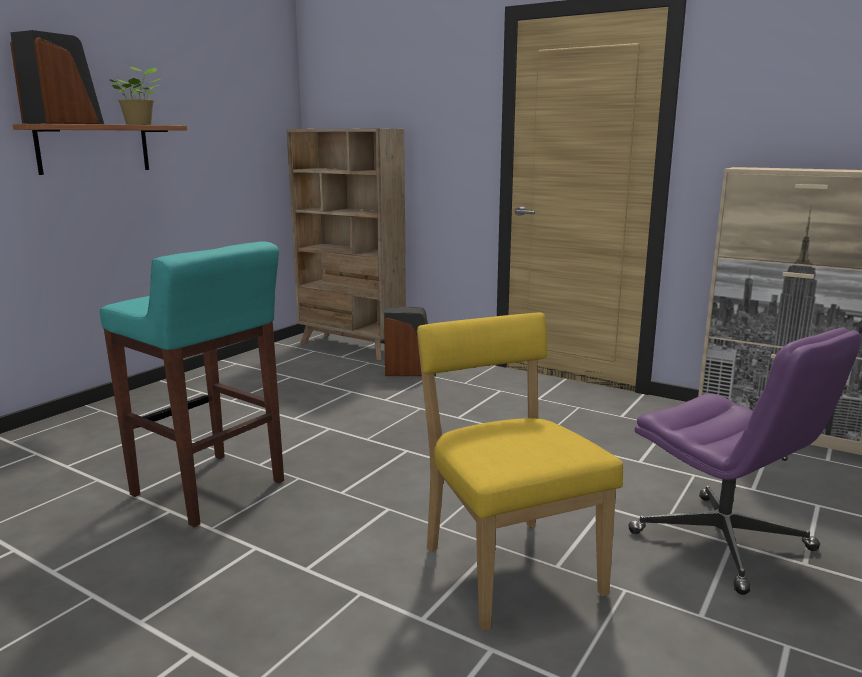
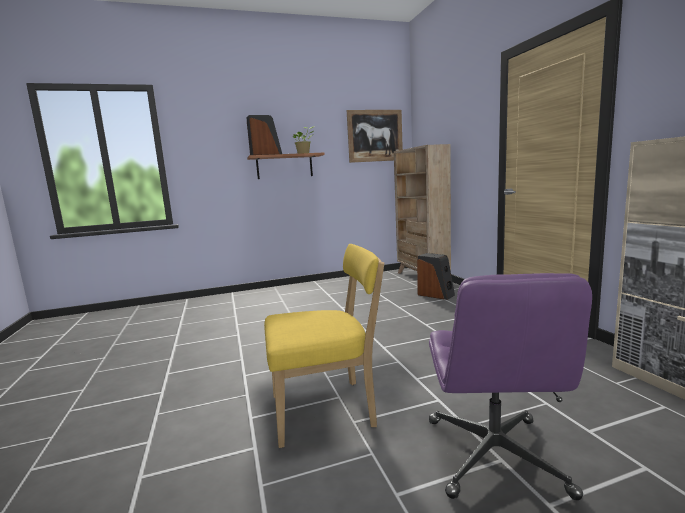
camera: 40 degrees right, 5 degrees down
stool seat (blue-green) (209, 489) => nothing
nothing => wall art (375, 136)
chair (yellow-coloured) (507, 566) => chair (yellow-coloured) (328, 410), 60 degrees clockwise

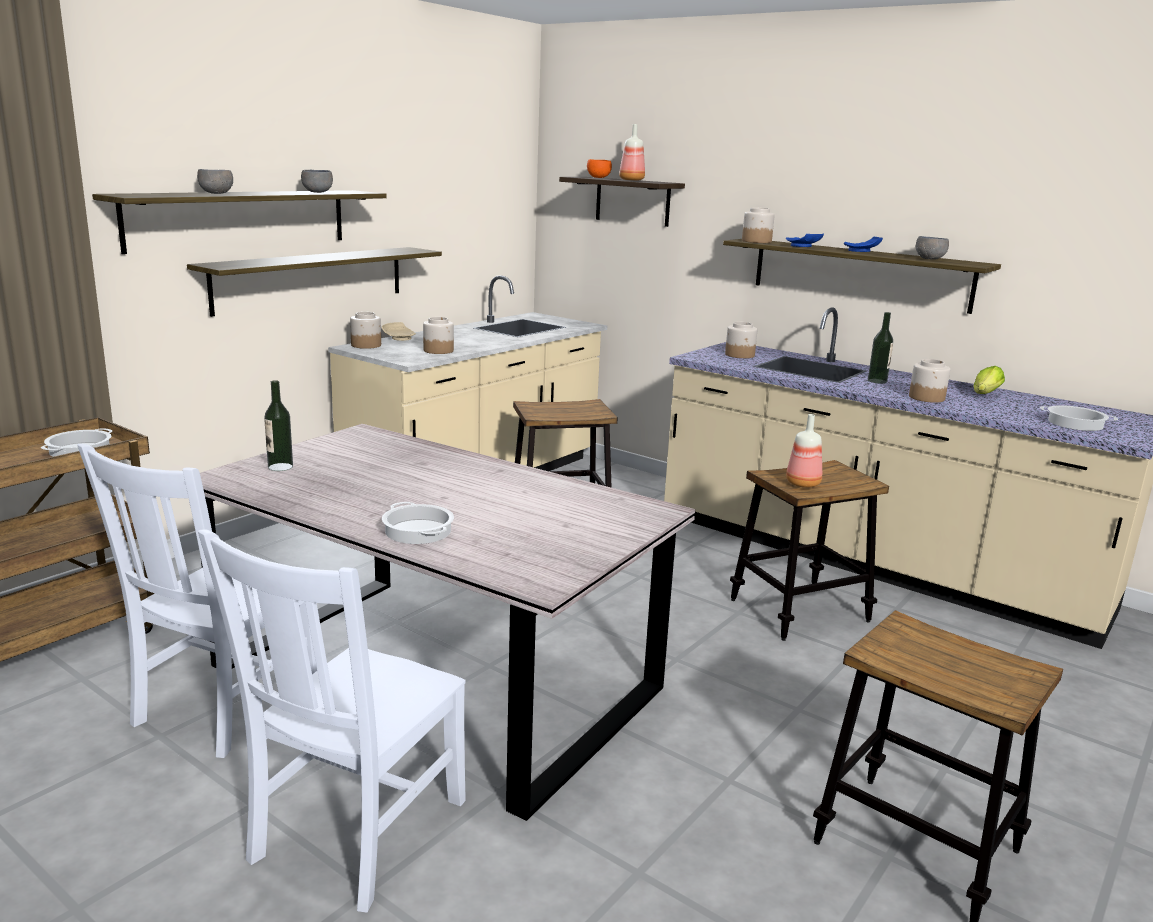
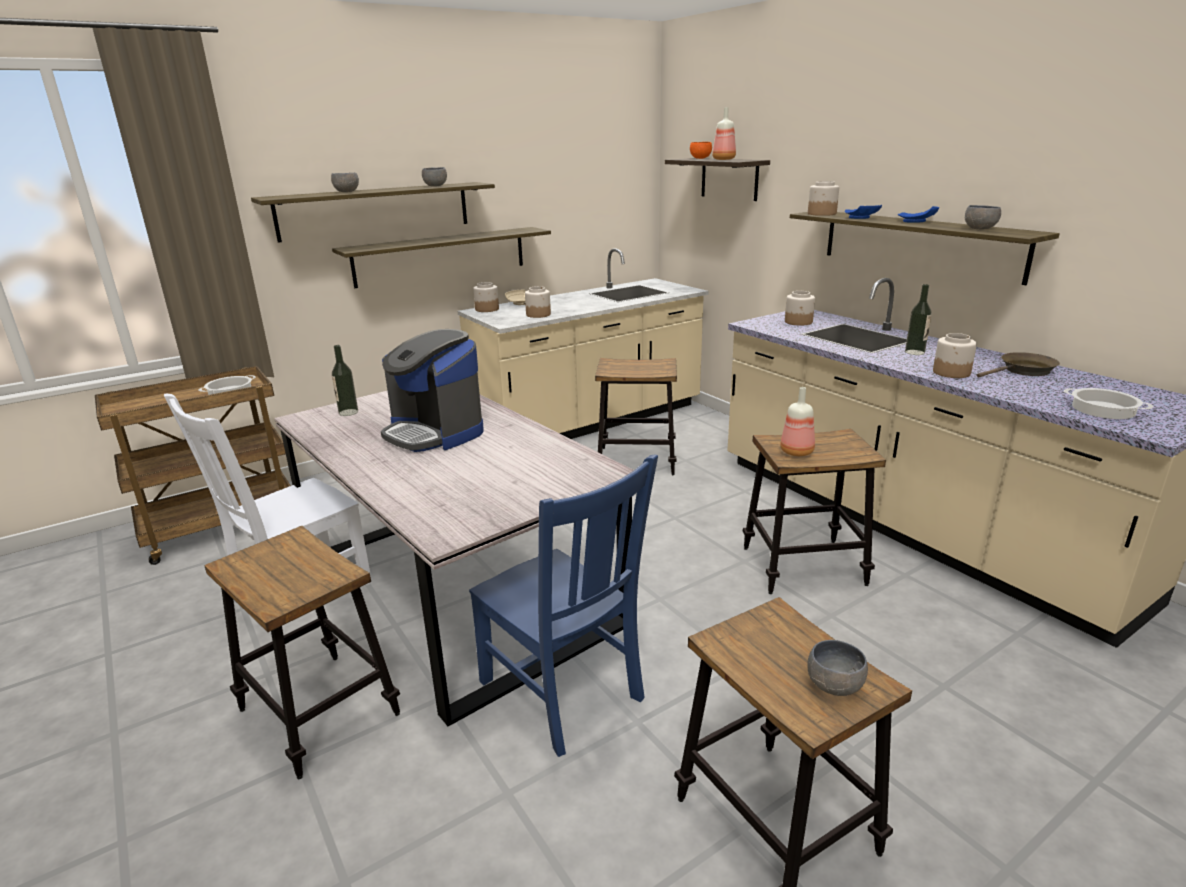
camera: 20 degrees right, 5 degrees up
stockpot (419, 531) => nothing
nothing => coffee machine (434, 433)
nothing => chair (blue) (564, 693)
nothing => serving bowl (greyish) (835, 685)
chair (whitish) (355, 834) => stool seat (319, 712)
lettuce (984, 395) => skillet (brown-coloured) (1023, 371)

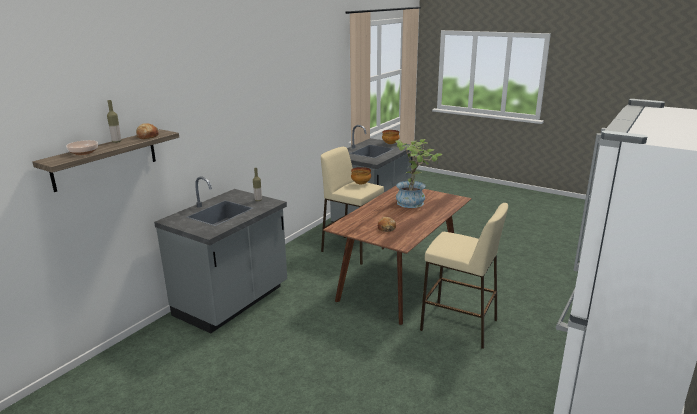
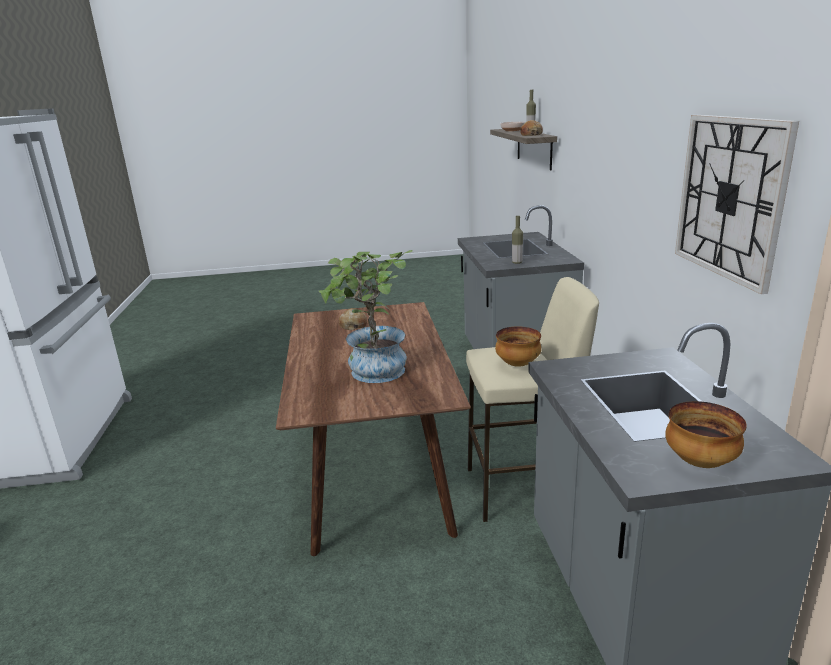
camera: 140 degrees right, 0 degrees up
stool seat (beige-coloured) (459, 325) => nothing
nothing => hanging clock (730, 198)

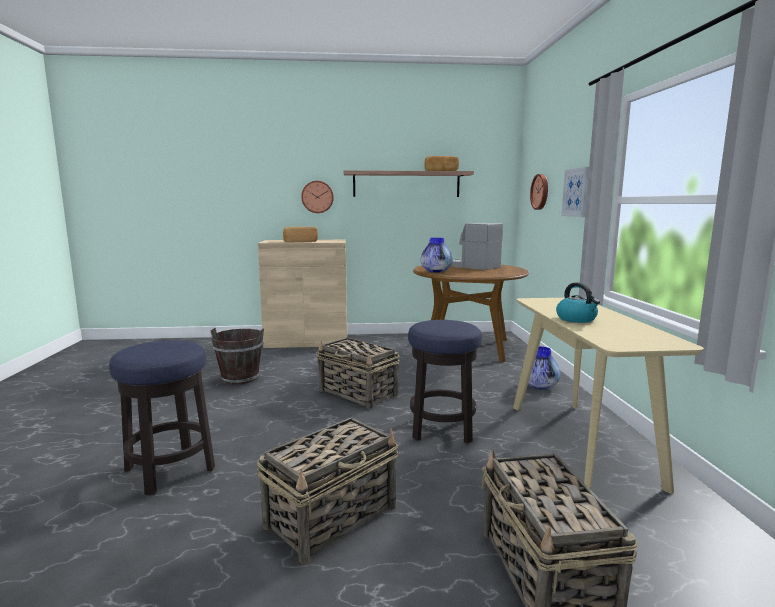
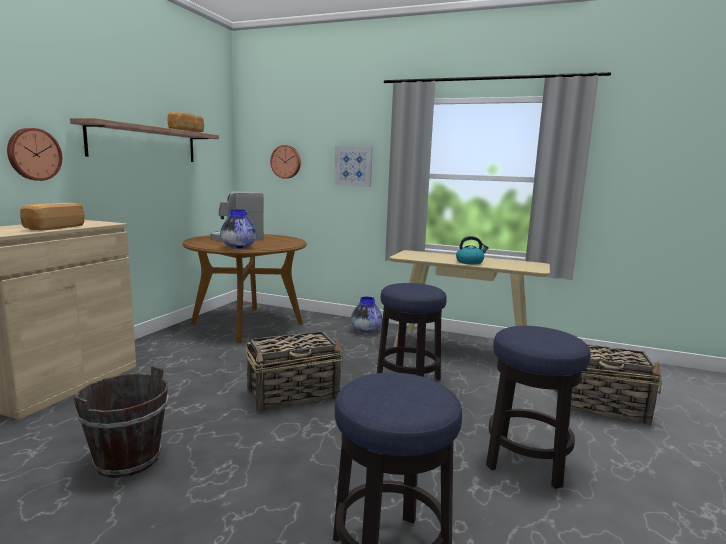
camera: 65 degrees left, 0 degrees up
basket (332, 516) => stool seat (526, 460)

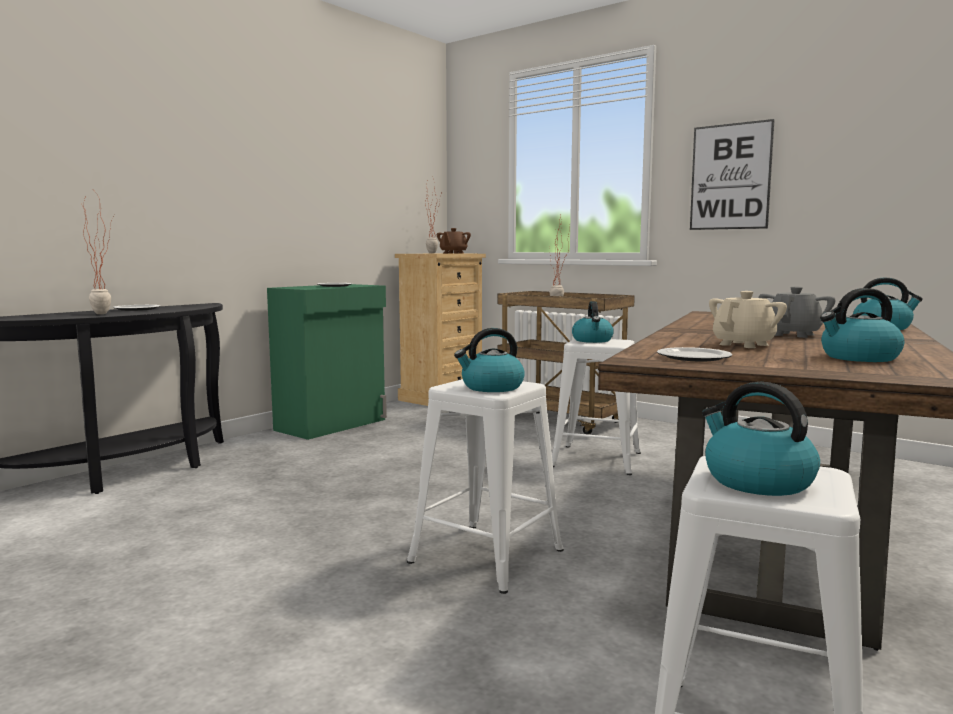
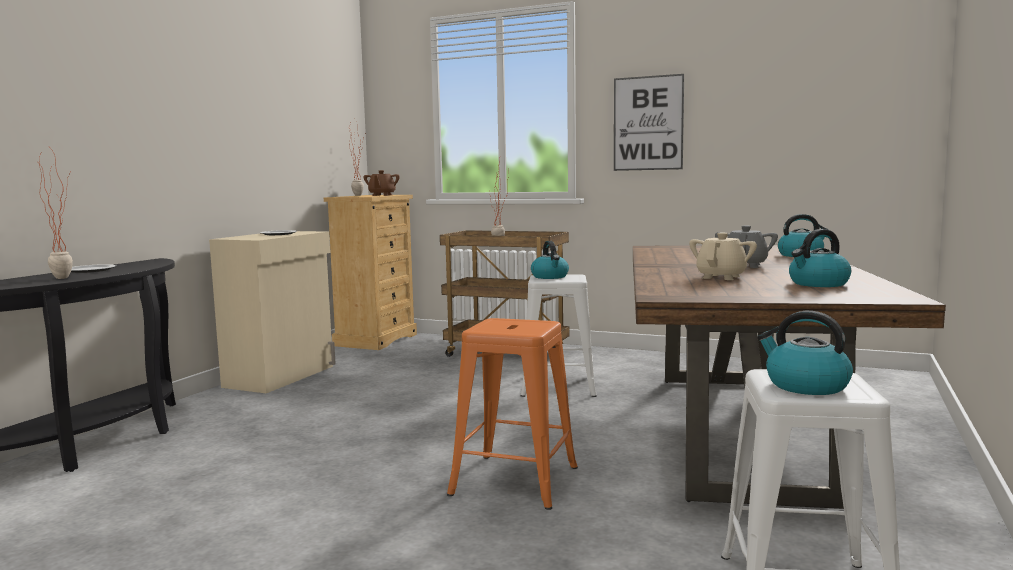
camera: 15 degrees left, 0 degrees up
water kettle (491, 387) => nothing
flat dish (695, 357) => nothing
storage cabinet (greenish) (332, 425) => storage cabinet (beige-coloured) (281, 376)
stool seat (whitish) (487, 555) => stool seat (orange-coloured) (515, 480)

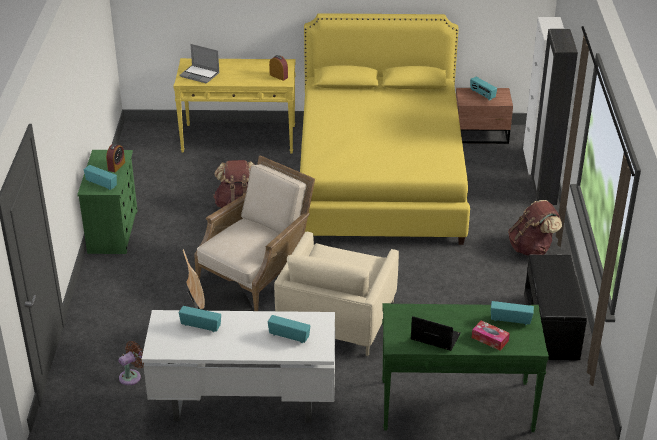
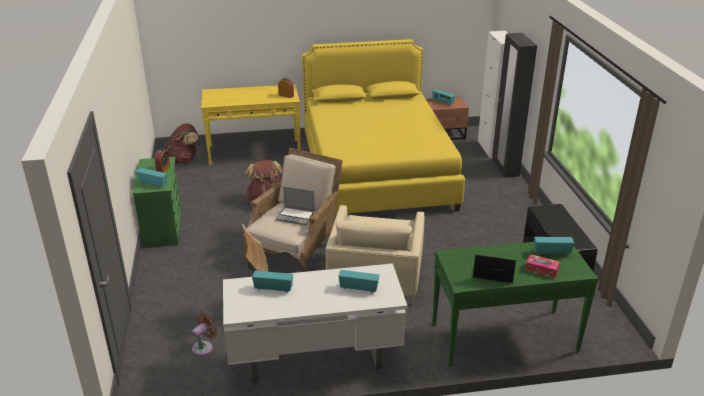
camera: 10 degrees left, 5 degrees down
portable computer (200, 75) => portable computer (296, 216), move
rucksack (brown-coloured) (531, 248) => rucksack (brown-coloured) (184, 160), move

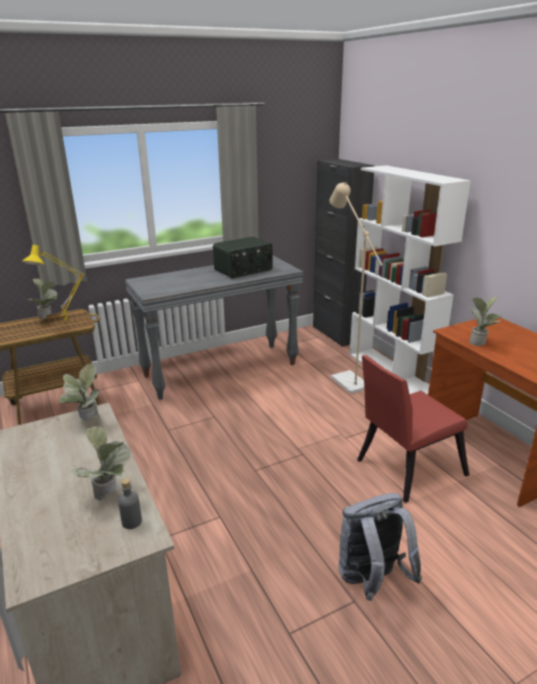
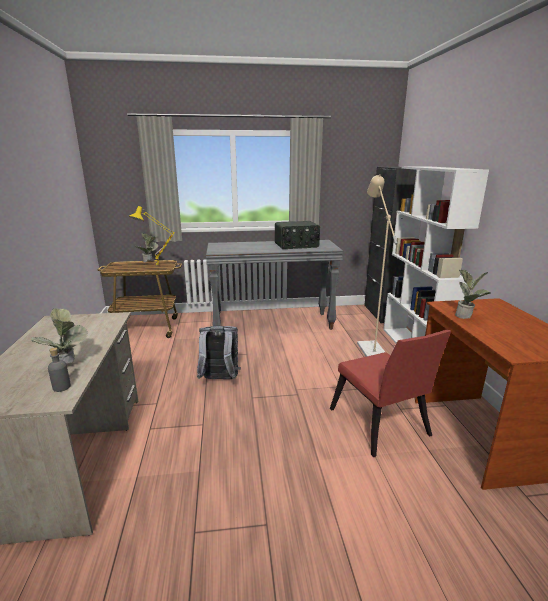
camera: 20 degrees right, 5 degrees down
plant in a pot (86, 421) => nothing
rucksack (greyish) (371, 580) => rucksack (greyish) (219, 380), move
chair (red-coloured) (405, 469) => chair (red-coloured) (381, 426), 105 degrees counterclockwise

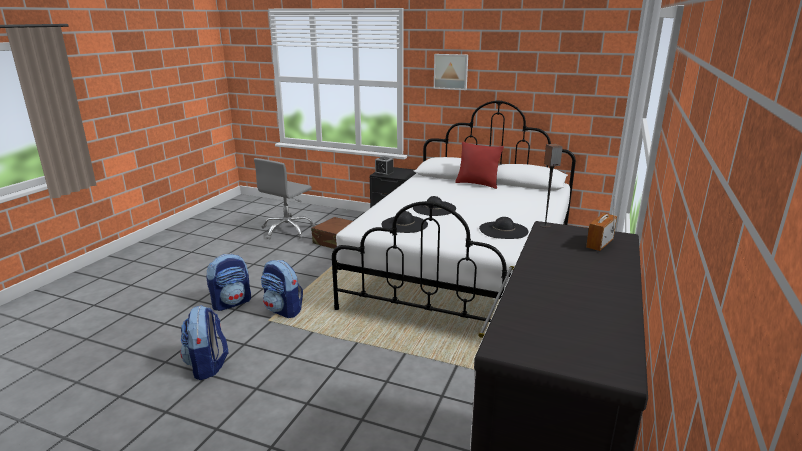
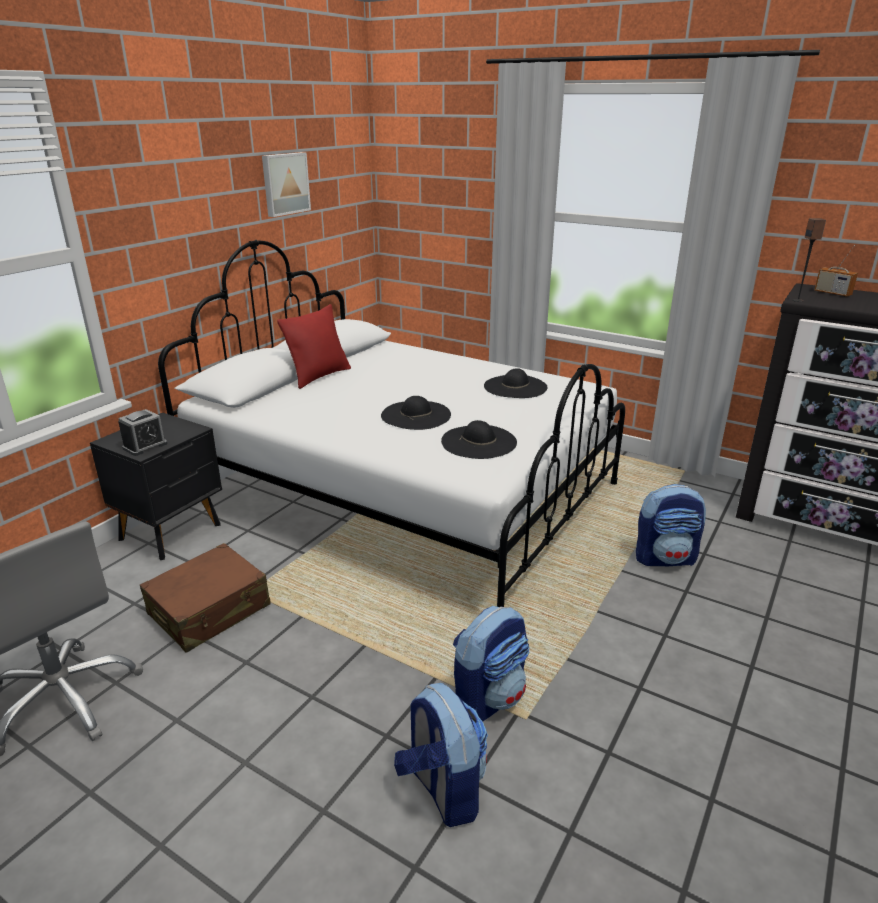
camera: 80 degrees left, 5 degrees up
rucksack (208, 366) => rucksack (665, 558), move
wall art (451, 71) => wall art (284, 184), move

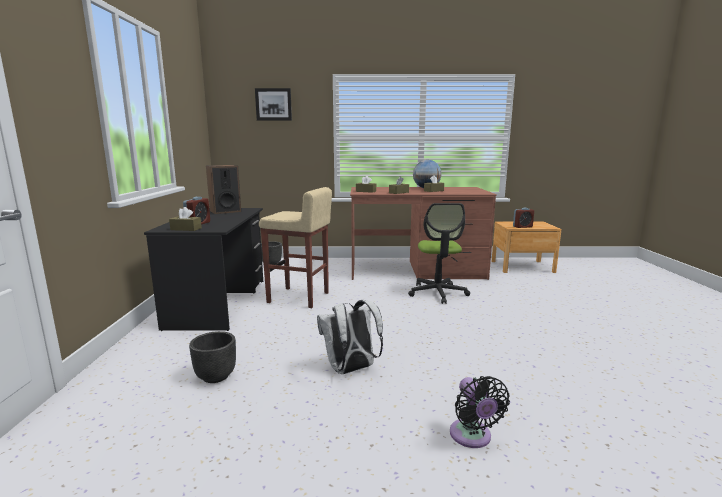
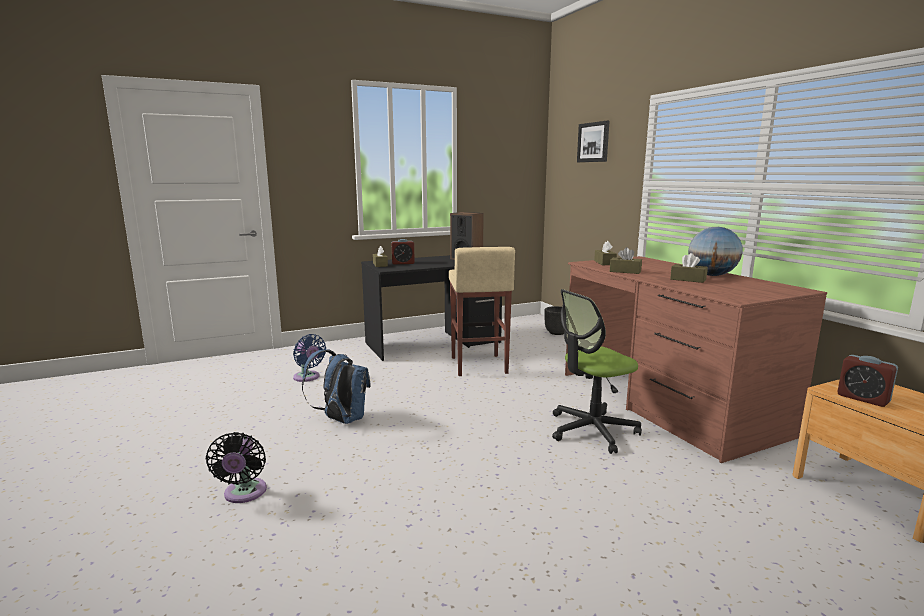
camera: 65 degrees right, 0 degrees up
plant pot (black-coloured) (215, 376) => electric fan (blue) (308, 377)
rucksack (whitish) (351, 369) => rucksack (blue) (341, 420)
electric fan (black-coloured) (472, 437) => electric fan (black-coloured) (244, 494), 60 degrees counterclockwise

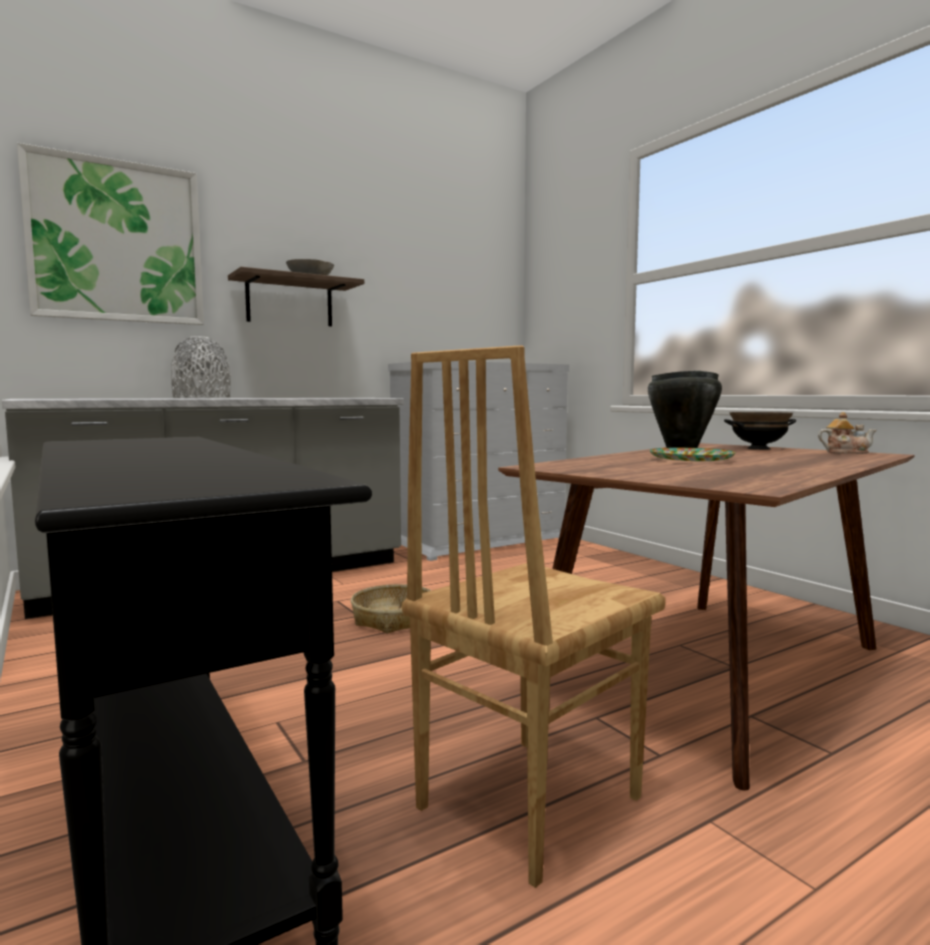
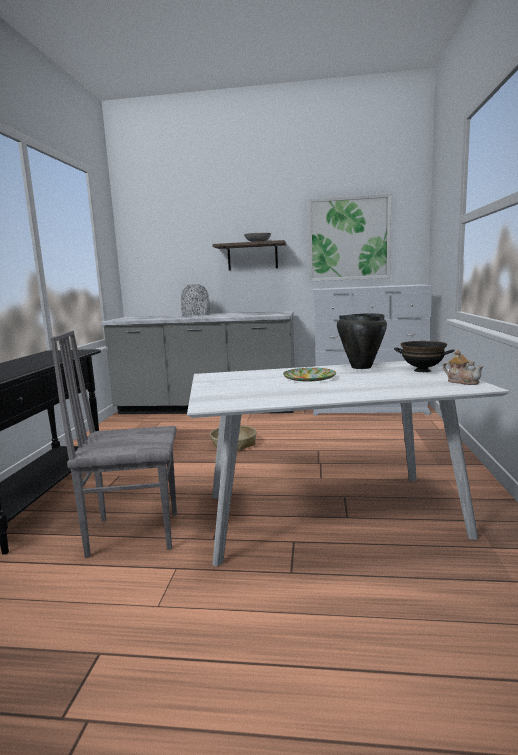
camera: 40 degrees right, 5 degrees up
wall art (117, 242) => wall art (349, 239), move
chair (brown-coloured) (525, 801) => chair (greyish) (133, 533)
dining table (brown-coloured) (713, 669) => dining table (whitish) (331, 514)

